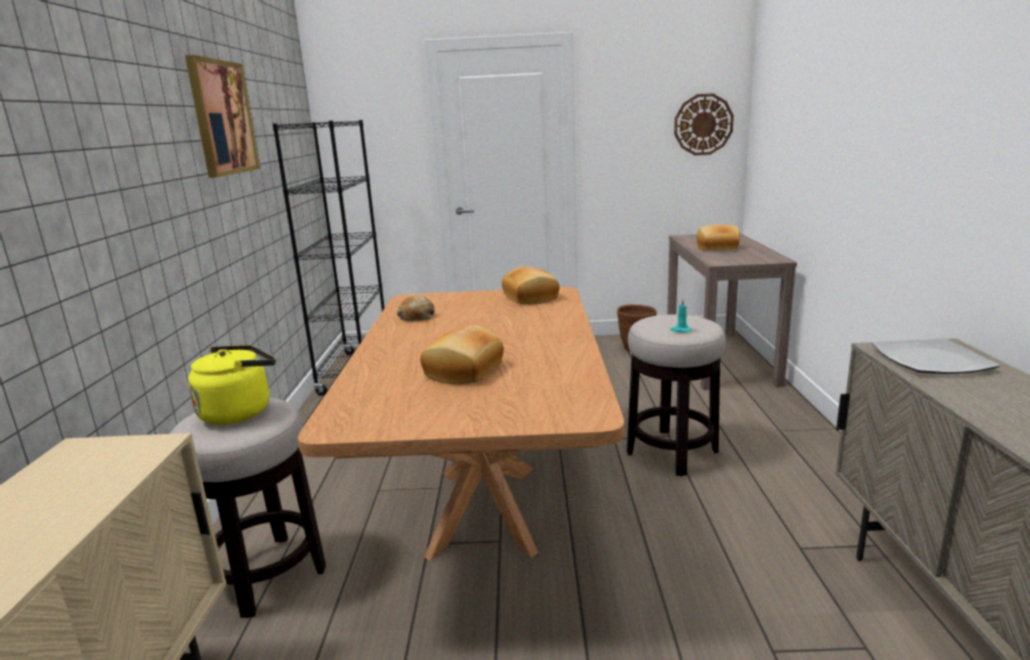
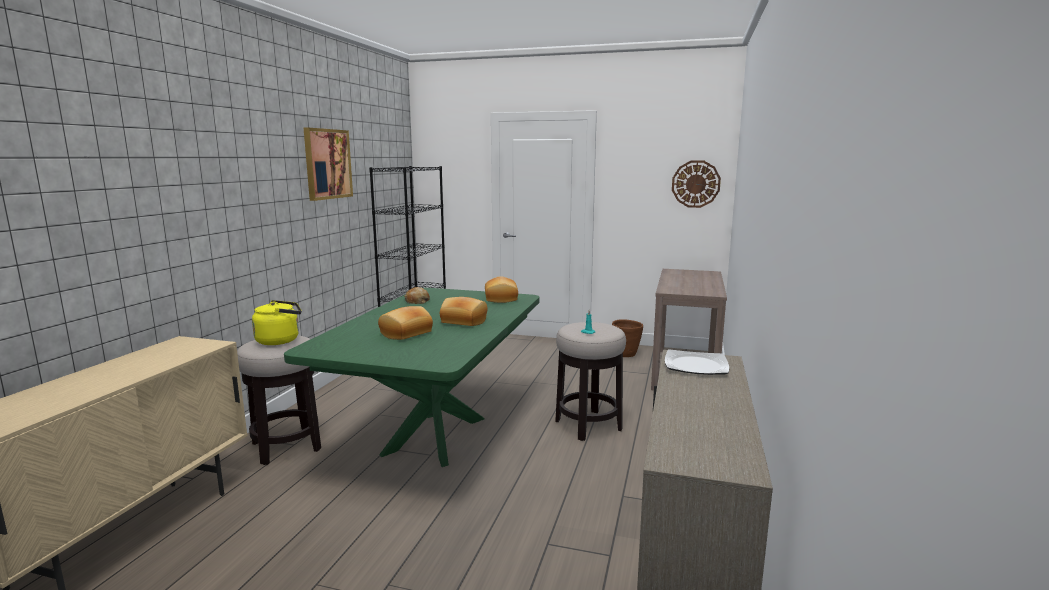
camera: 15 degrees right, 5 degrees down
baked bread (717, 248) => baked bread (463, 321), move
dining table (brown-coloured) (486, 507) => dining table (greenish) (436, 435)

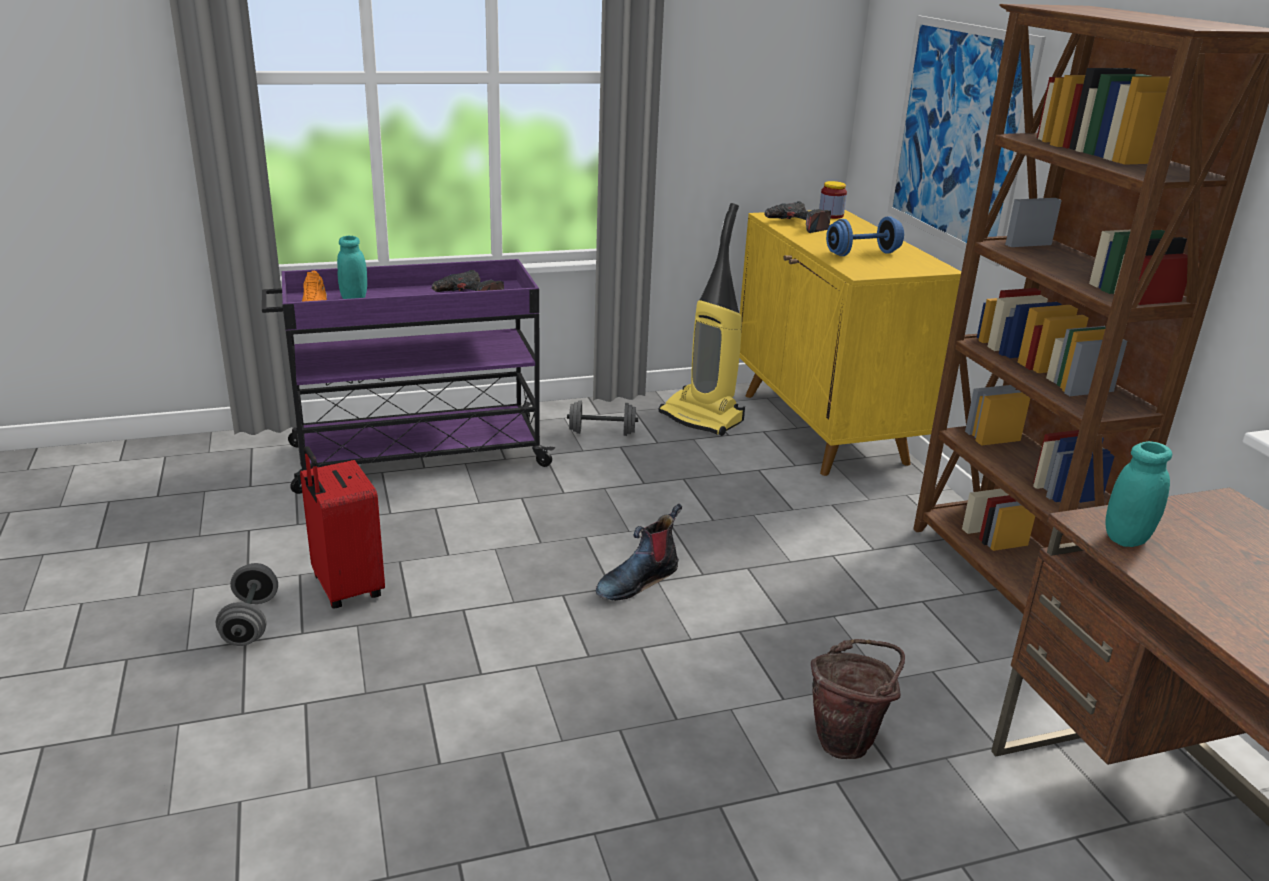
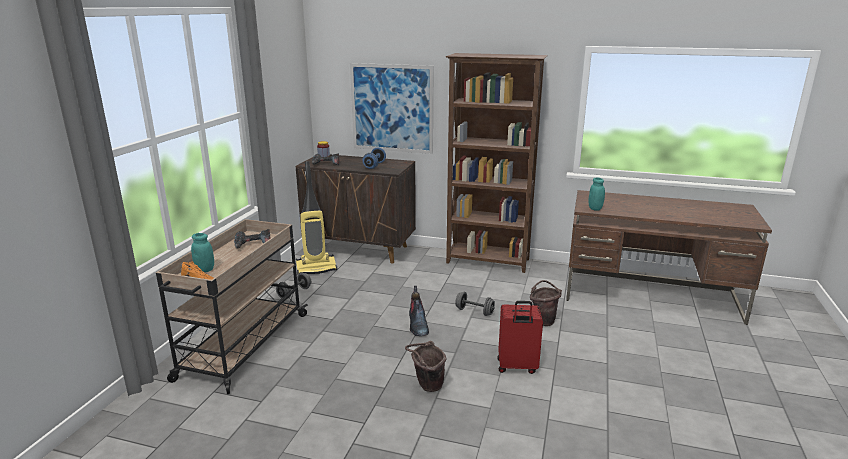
camera: 55 degrees left, 5 degrees down
nothing => pail (brown-coloured) (426, 386)
hand weight (greyish) (250, 622) => hand weight (greyish) (474, 311), move
travel case (red-coloured) (345, 588) => travel case (red-coloured) (517, 367), move
wheeled cart (purple) (416, 456) => wheeled cart (beige-coloured) (243, 346)
storage cabinet (yellow-coloured) (823, 428) => storage cabinet (brown-coloured) (361, 249)

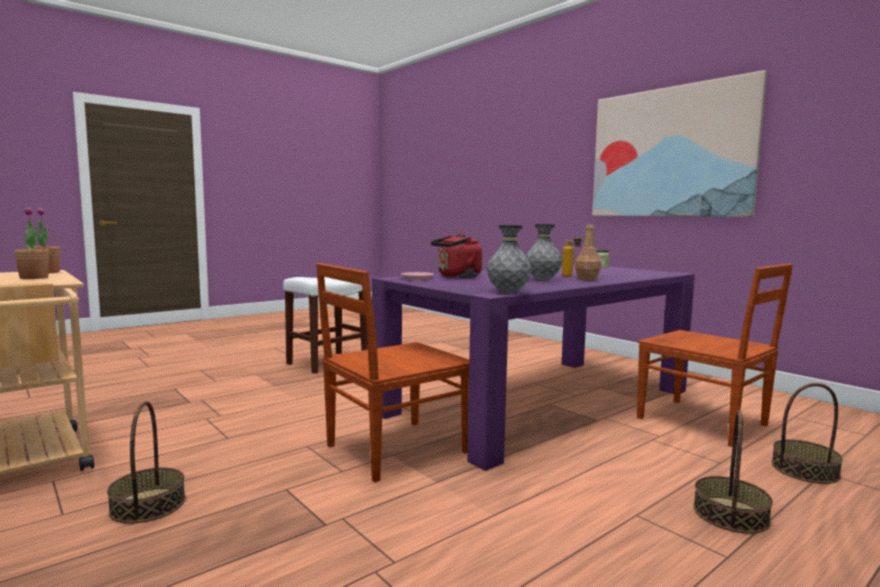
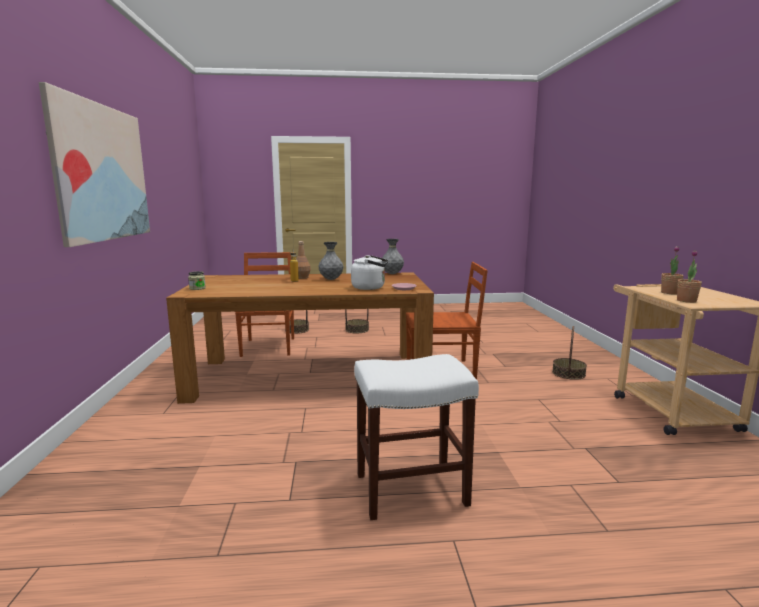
camera: 145 degrees left, 5 degrees up
dining table (purple) (540, 401) => dining table (brown-coloured) (310, 375)
water kettle (red-coloured) (457, 277) => water kettle (whitish) (370, 288)

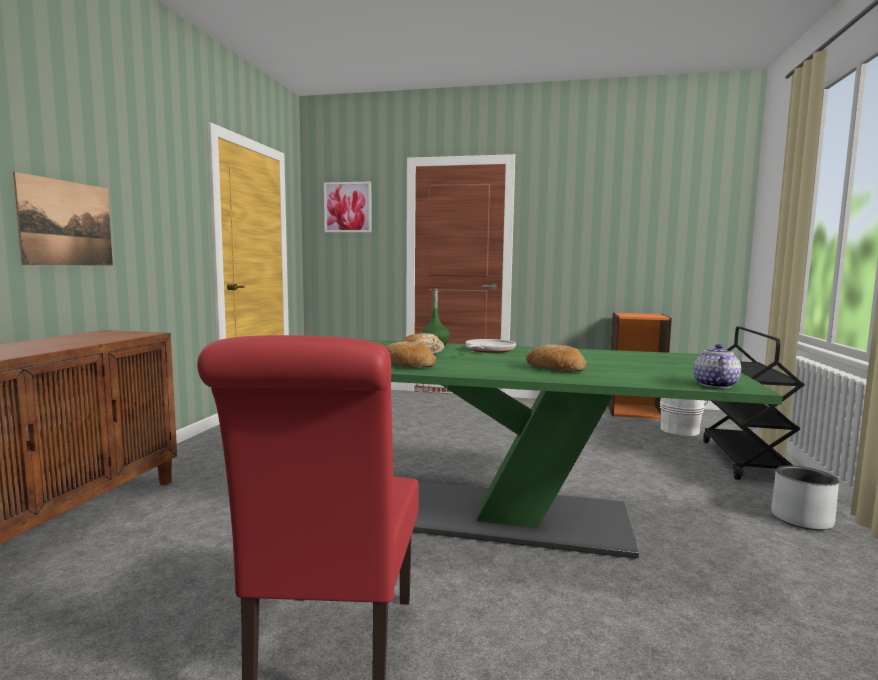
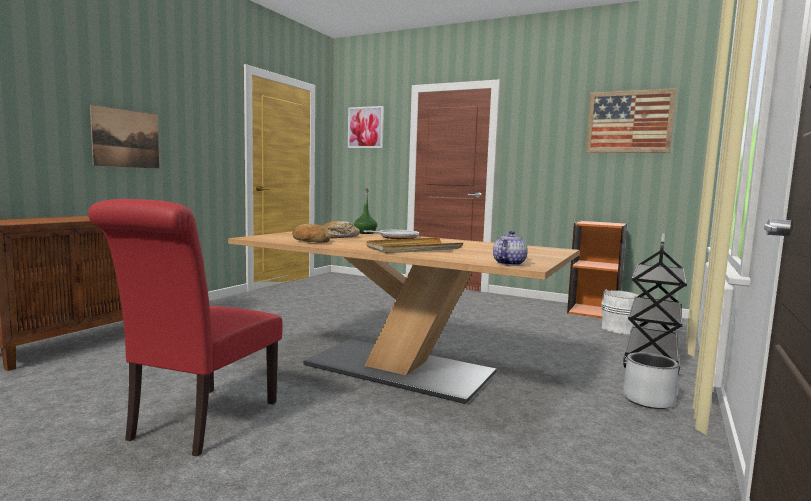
camera: 15 degrees right, 0 degrees up
nothing => wall art (629, 122)
baked bread (555, 369) => serving tray (beige-coloured) (413, 249)
dining table (greenish) (514, 518) => dining table (beige-coloured) (399, 369)

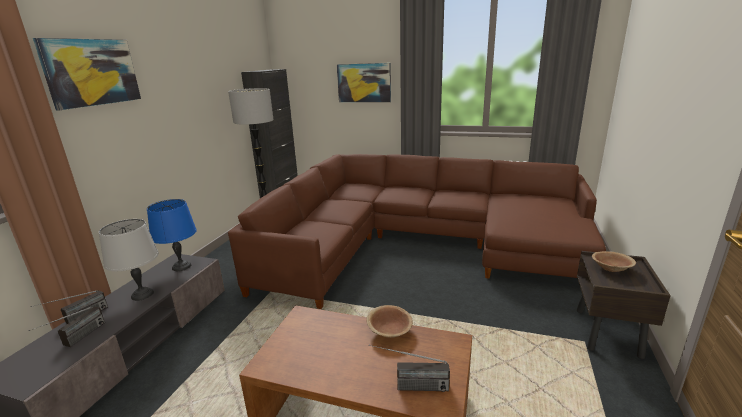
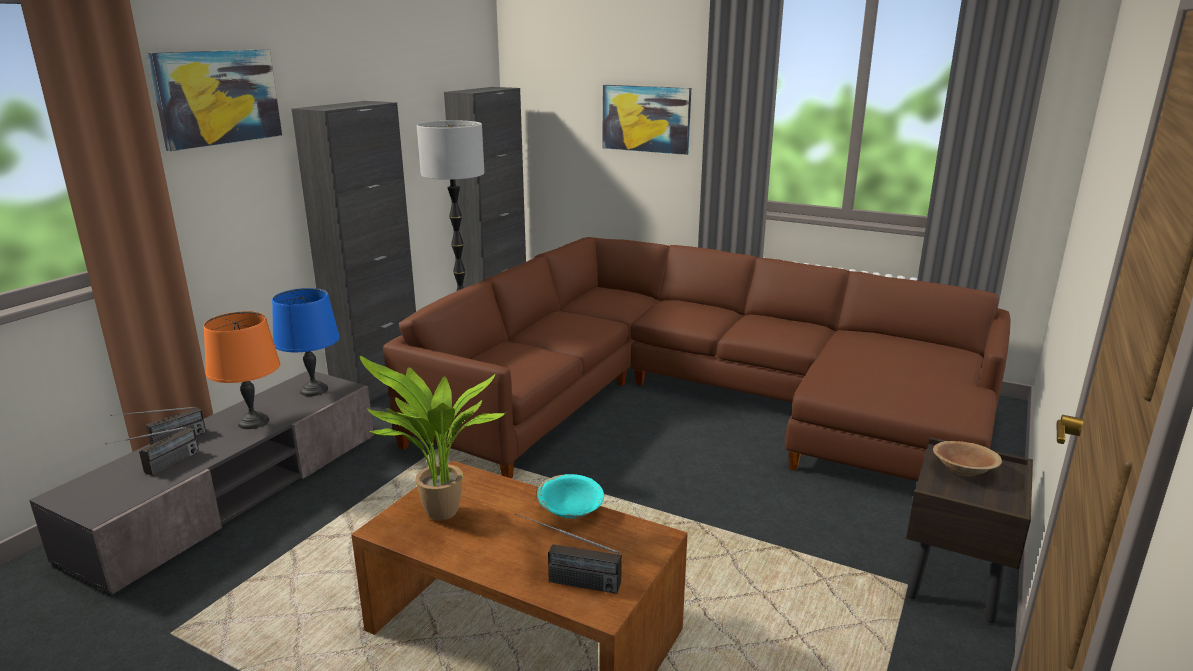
camera: 10 degrees right, 0 degrees up
nothing => storage cabinet (black-coloured) (378, 386)
nothing => plant in a pot (439, 516)
lamp for a table (greyish) (142, 294) => lamp for a table (orange-coloured) (254, 422)
serving bowl (brown-coloured) (389, 331) => serving bowl (blue-green) (570, 511)

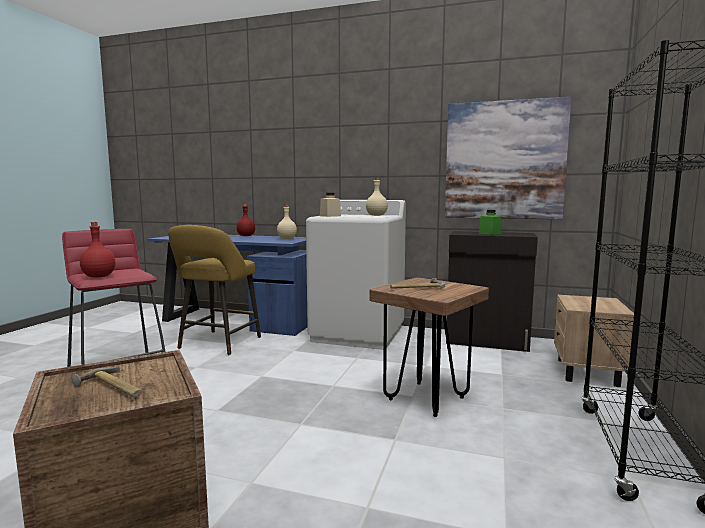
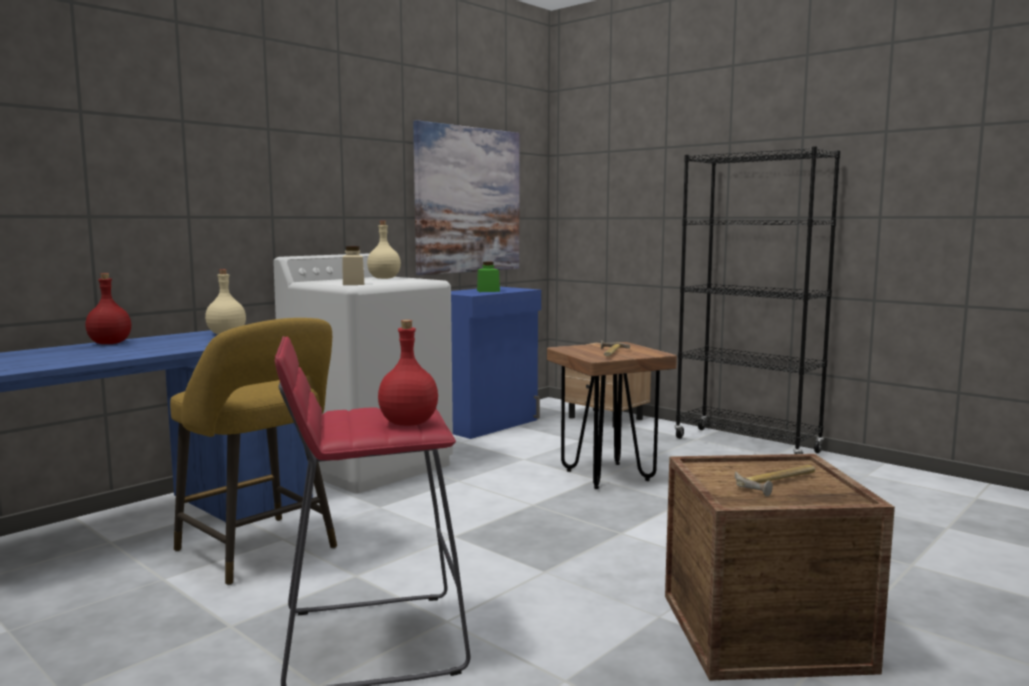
camera: 65 degrees left, 0 degrees up
storage cabinet (black-coloured) (488, 341) => storage cabinet (blue) (488, 424)

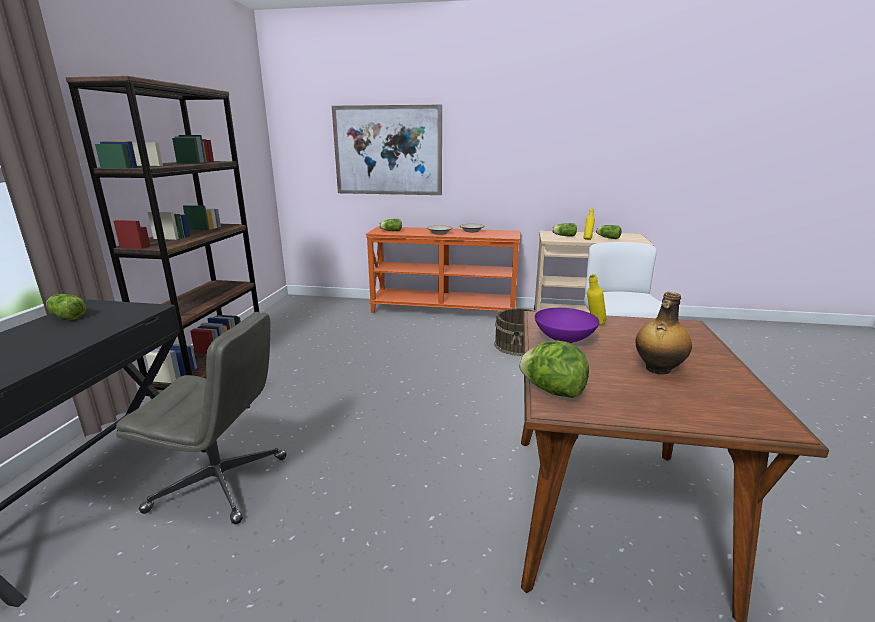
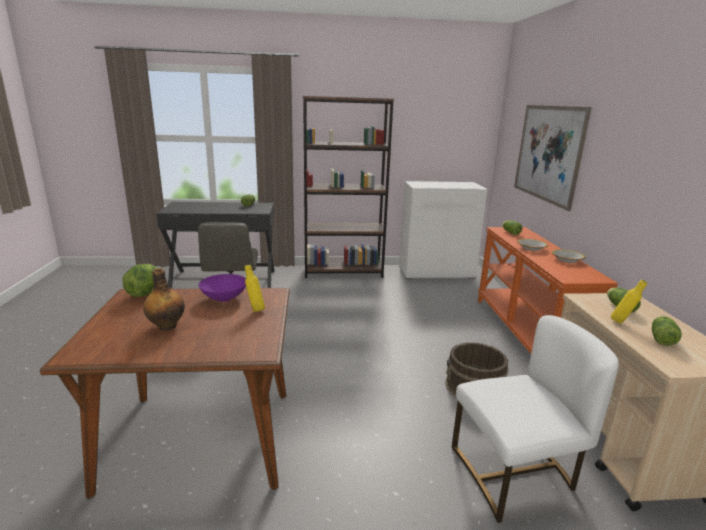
camera: 75 degrees right, 0 degrees up
nothing => storage cabinet (whitish) (436, 272)

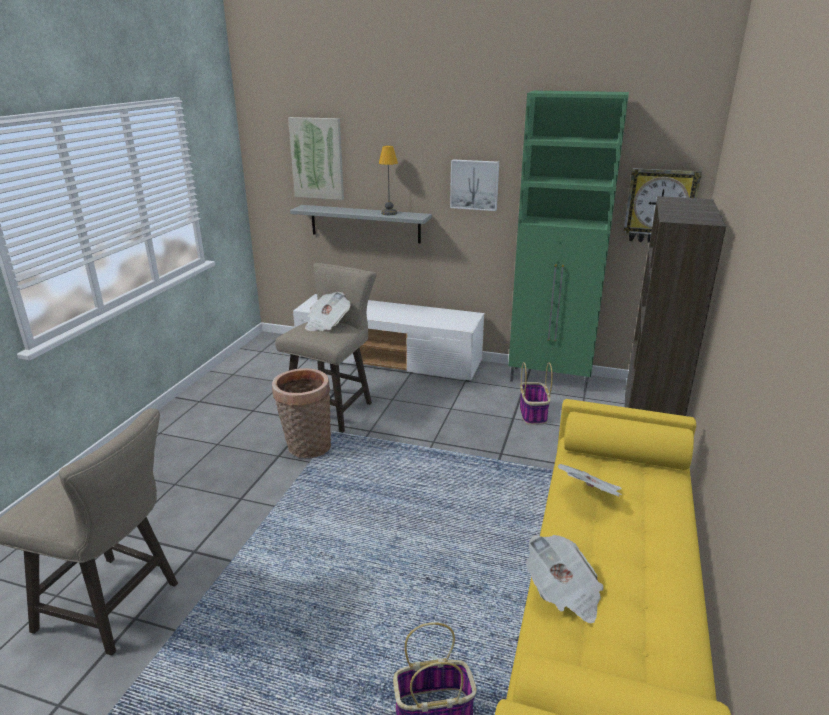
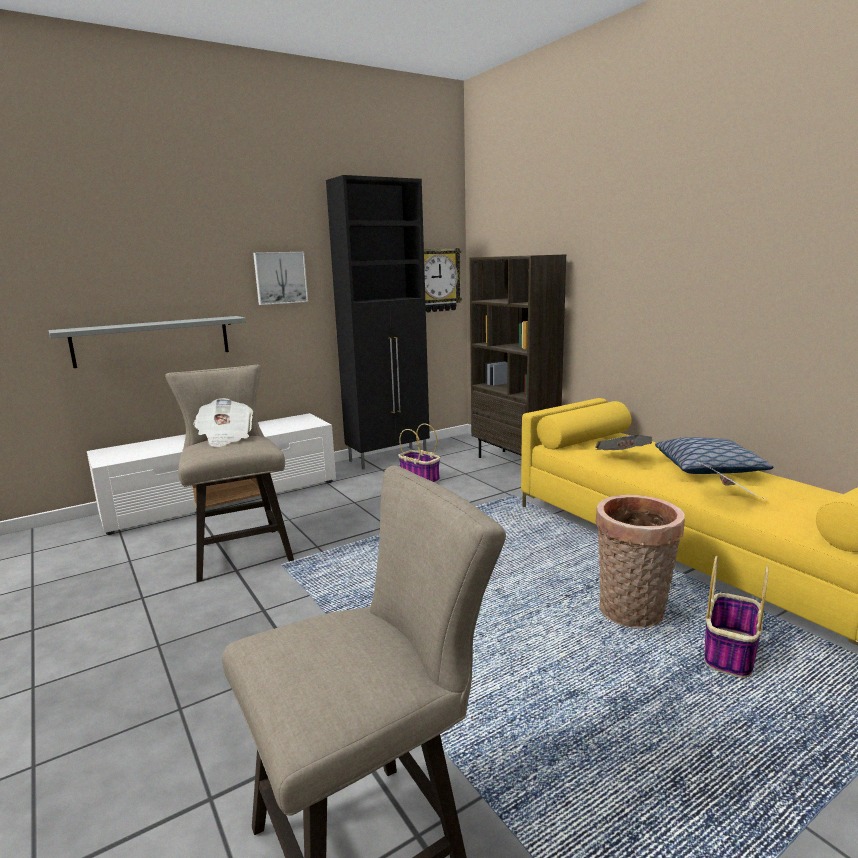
camera: 50 degrees left, 10 degrees down
wall art (317, 158) => nothing
lamp for a table (389, 213) => nothing
nothing => cushion (708, 468)
basket (306, 447) => basket (632, 613), move
storage cabinet (greenish) (550, 380) => storage cabinet (black-coloured) (389, 458)

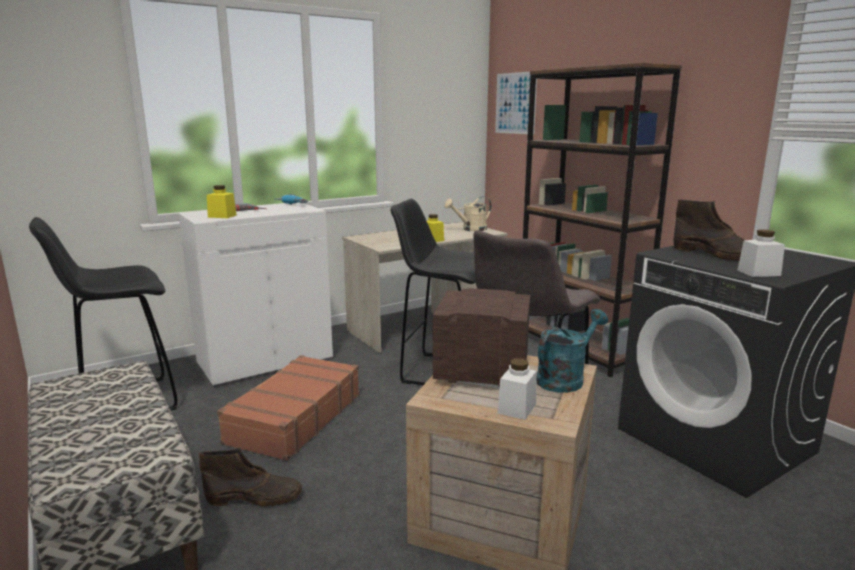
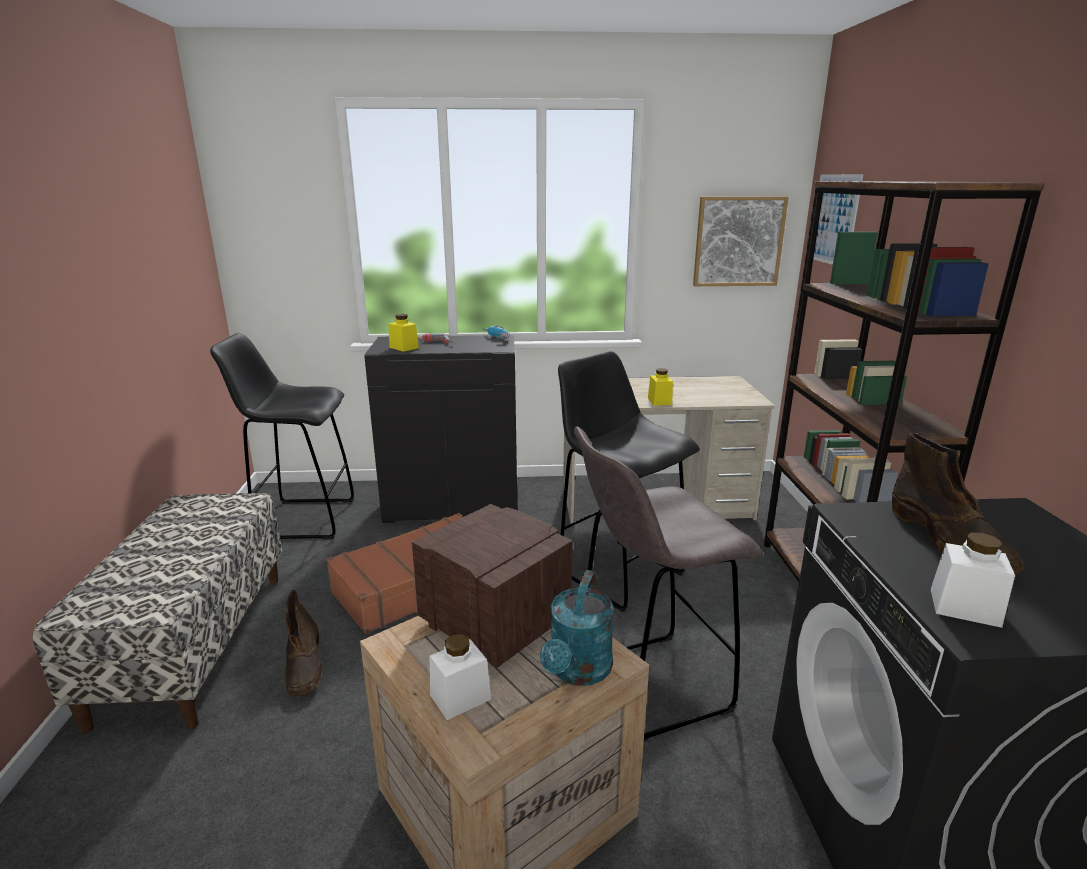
camera: 30 degrees right, 5 degrees up
watering can (beige-coloured) (470, 229) => nothing
nothing => wall art (738, 241)
storage cabinet (whitish) (266, 361) => storage cabinet (black-coloured) (453, 504)
boot (brown-coloured) (255, 497) => boot (brown-coloured) (304, 666), 45 degrees clockwise
watering can (blue-green) (565, 378) => watering can (blue-green) (578, 672), 120 degrees clockwise

